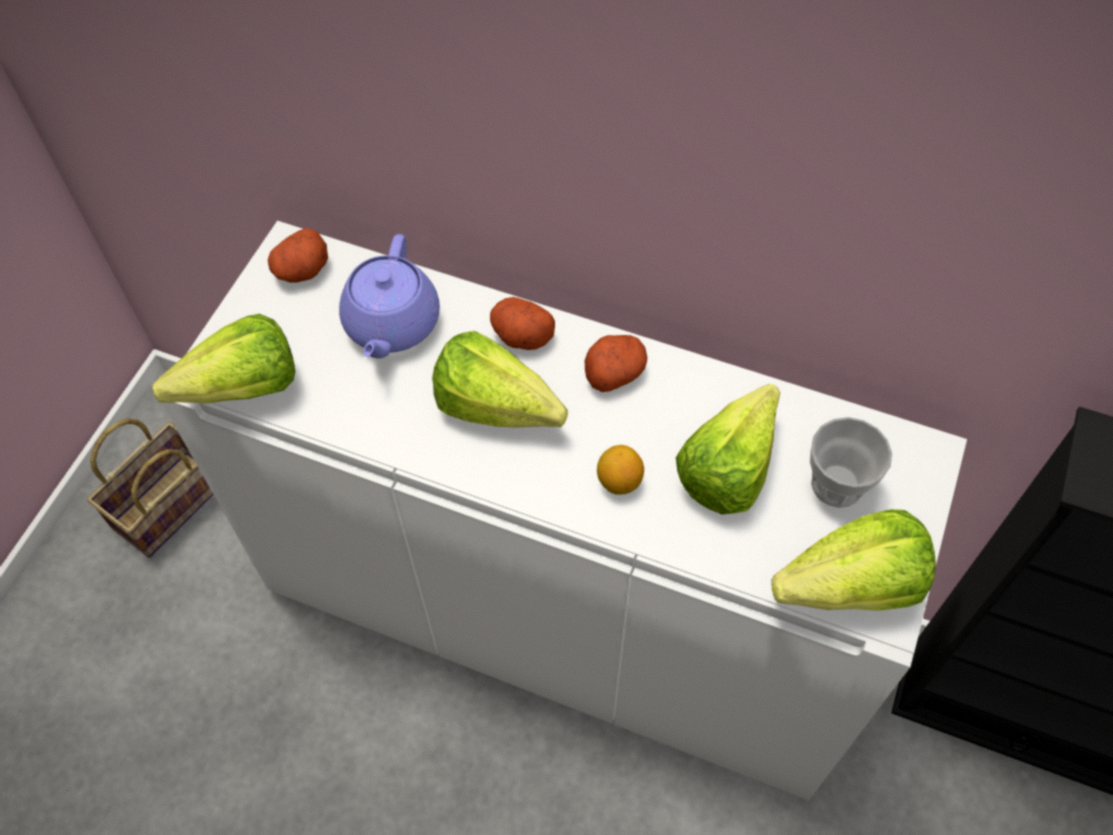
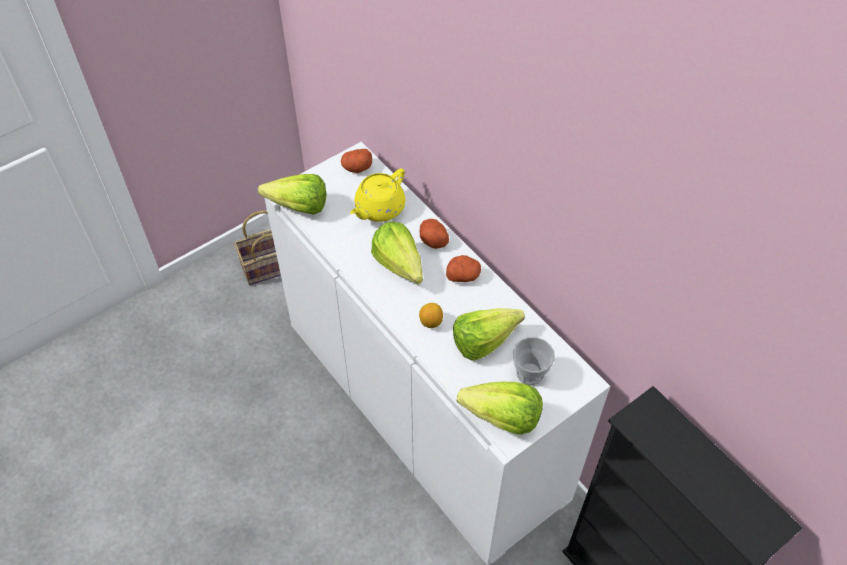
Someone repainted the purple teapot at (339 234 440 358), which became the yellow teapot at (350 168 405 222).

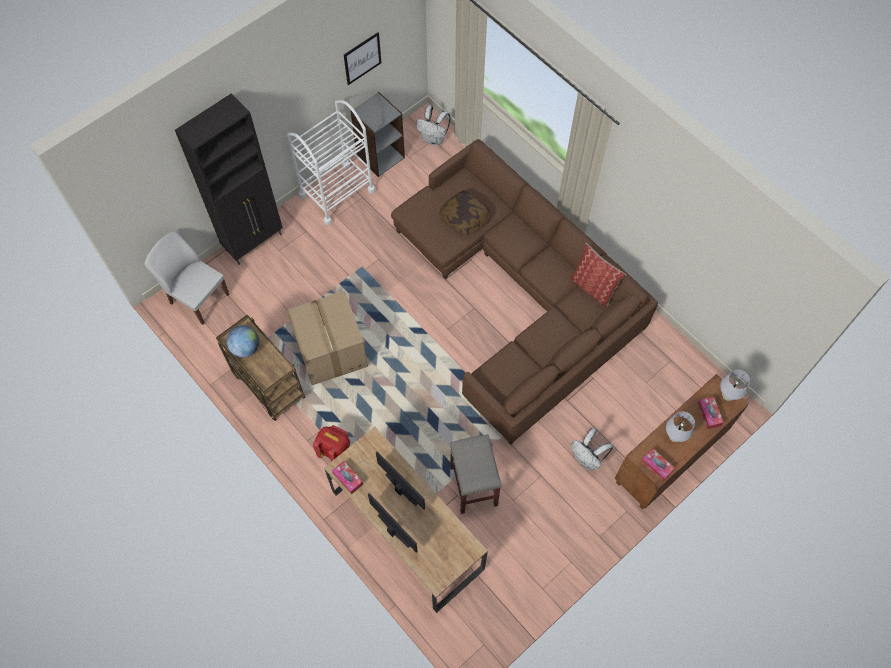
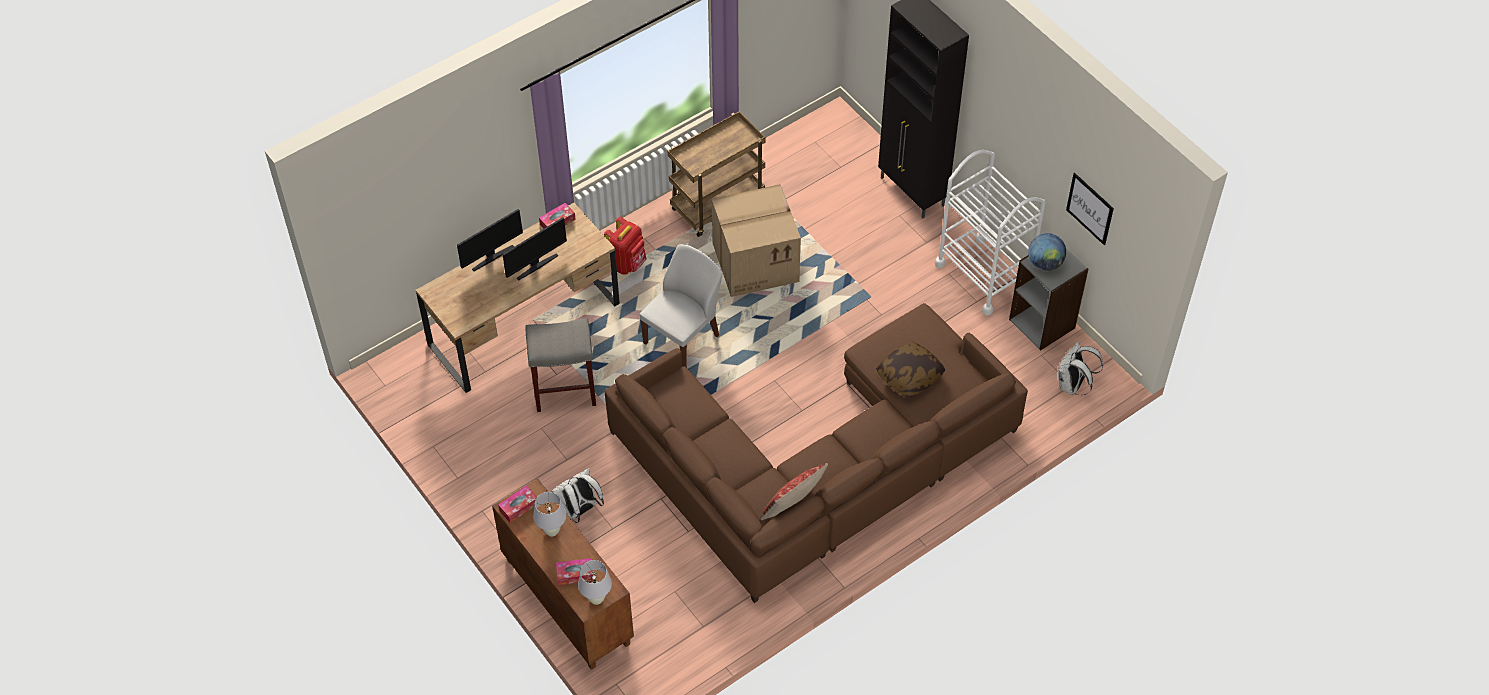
Someone carried the white chair from (145 231 229 325) to (640 244 723 367). Someone carried the globe from (227 325 259 358) to (1028 233 1066 271).

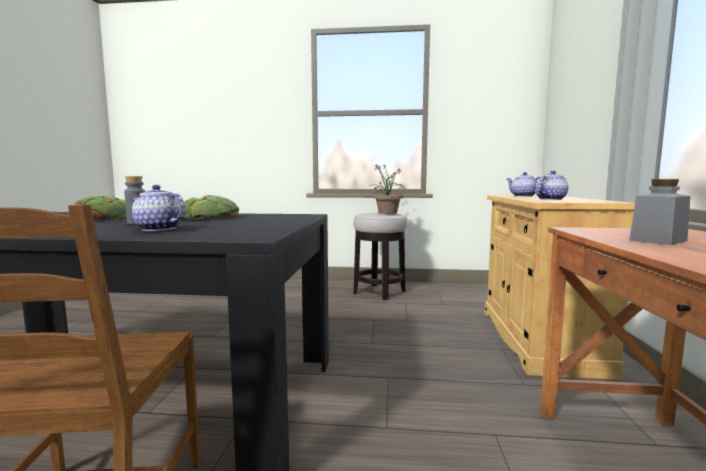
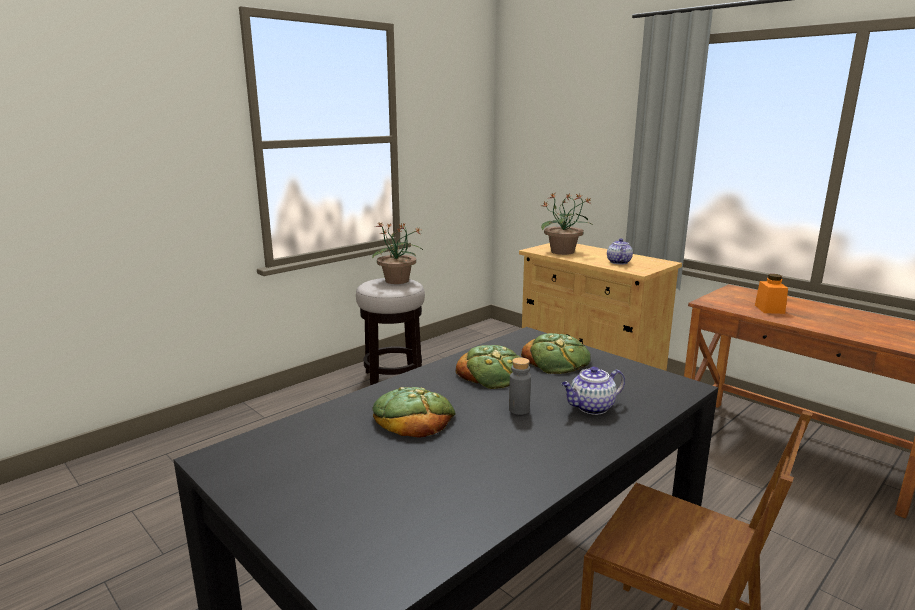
Someone put down the bread at (521 333 591 374). Someone swapped the teapot at (507 172 540 197) for the potted plant at (541 194 593 255). Someone repainted the grey jar at (629 179 690 245), which became the orange jar at (755 274 788 314).

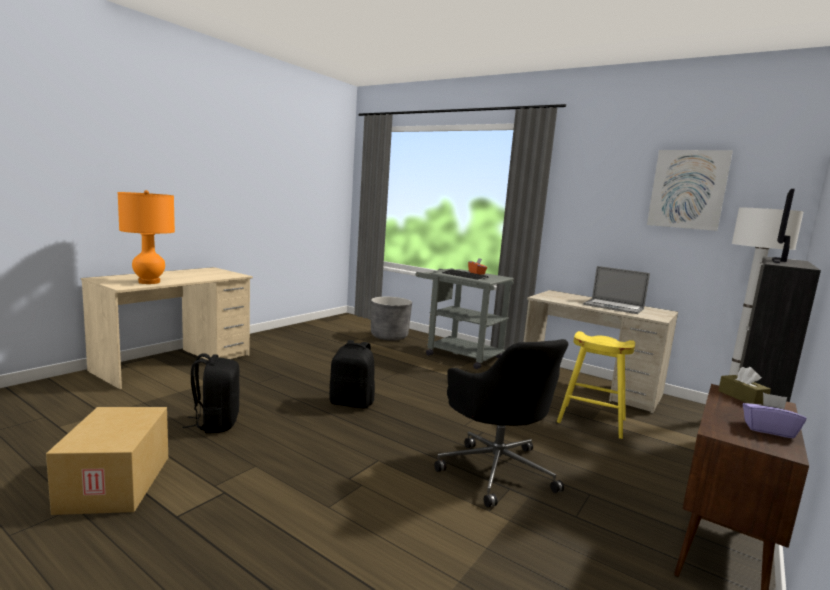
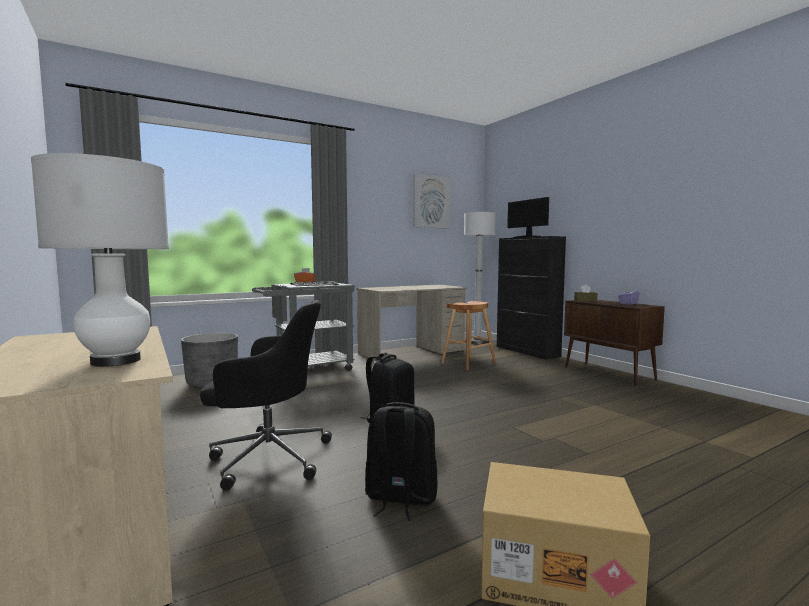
Someone took away the laptop at (583 266 650 314). Someone carried the black office chair from (434 339 568 507) to (200 300 332 491). Someone repainted the orange table lamp at (118 190 175 284), which became the white table lamp at (31 153 169 367). Someone repainted the yellow stool at (557 331 635 439), which became the brown stool at (441 301 496 371).

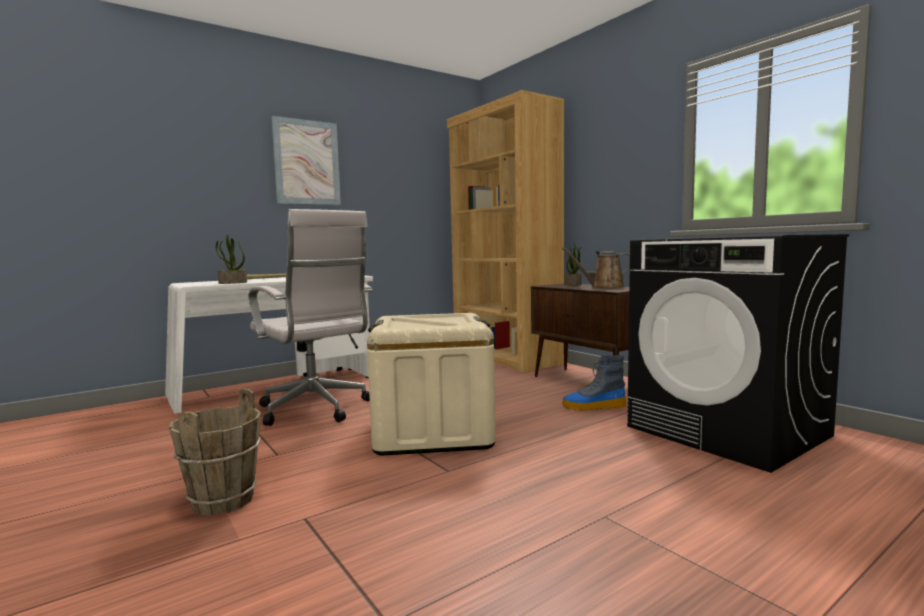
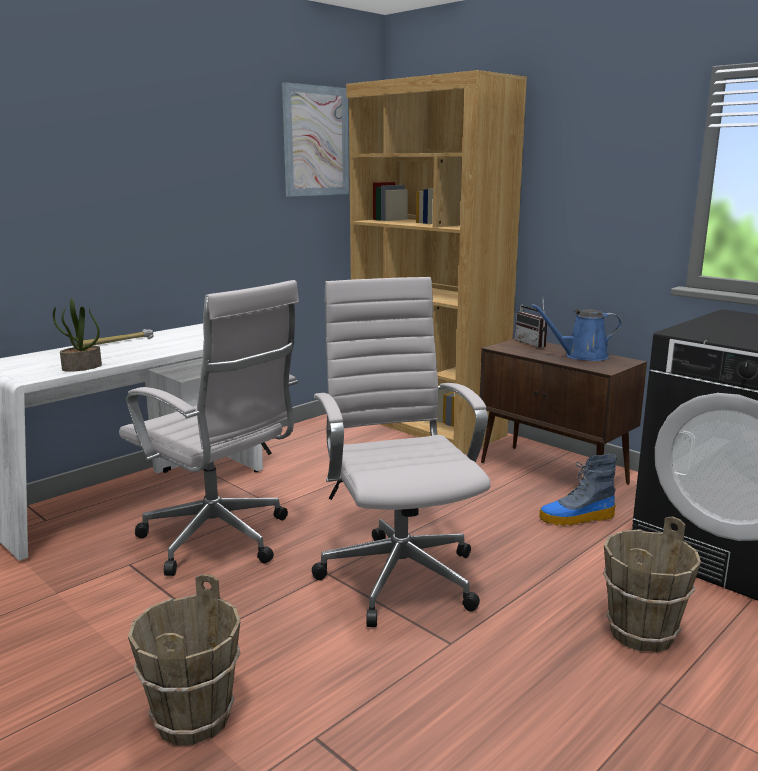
Someone put down the brown bucket at (603 516 701 653). Someone carried the picture from (271 116 341 205) to (282 82 349 197). Someone swapped the beige storage box at (367 313 496 455) for the white office chair at (311 277 491 627). Someone swapped the potted plant at (564 243 583 285) for the radio at (515 302 547 348). Someone repainted the brown watering can at (562 247 630 288), which became the blue watering can at (531 304 622 361).

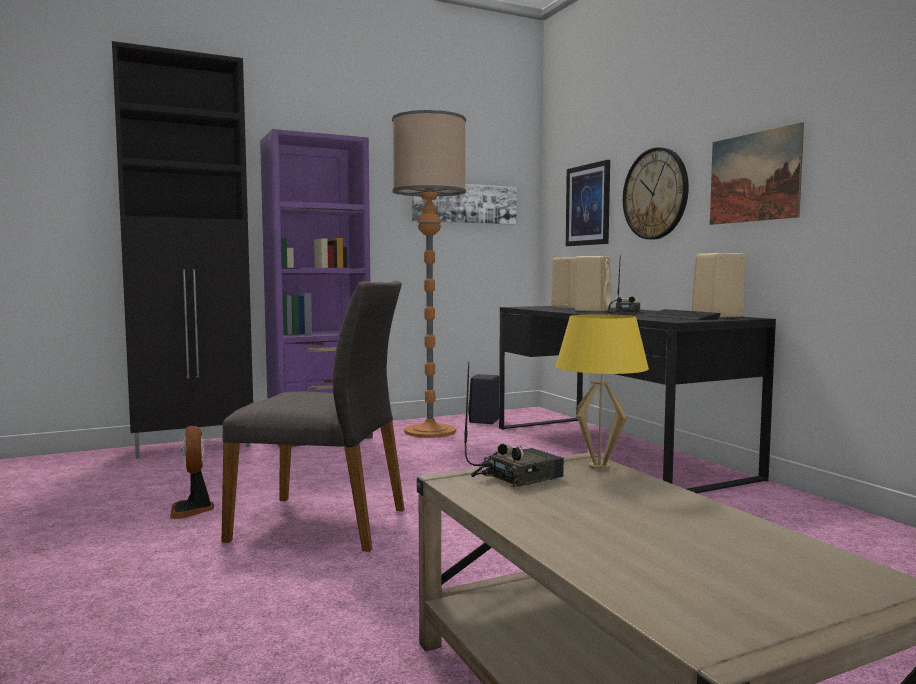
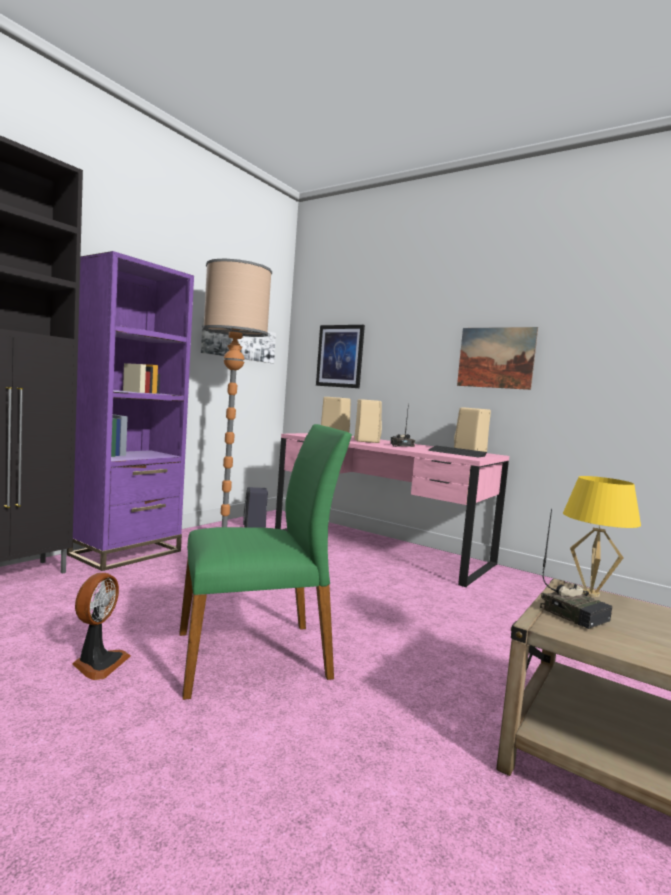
Someone took away the wall clock at (623 147 689 240). Someone repainted the grey chair at (222 280 404 552), which became the green chair at (180 424 352 700). Someone repainted the black desk at (499 306 776 493), which became the pink desk at (275 433 509 587). Someone rotated the fan at (170 426 214 519) by 120 degrees counterclockwise. Someone rotated the radio at (464 362 564 487) by 120 degrees clockwise.

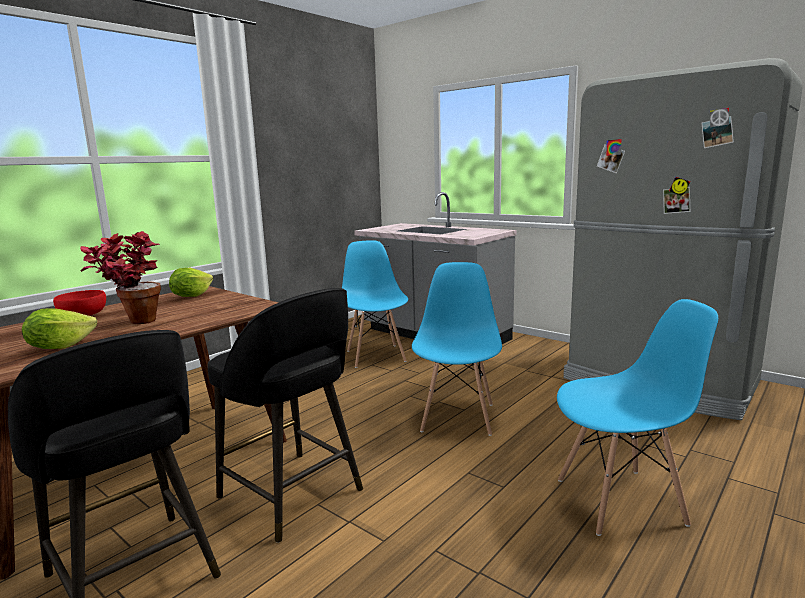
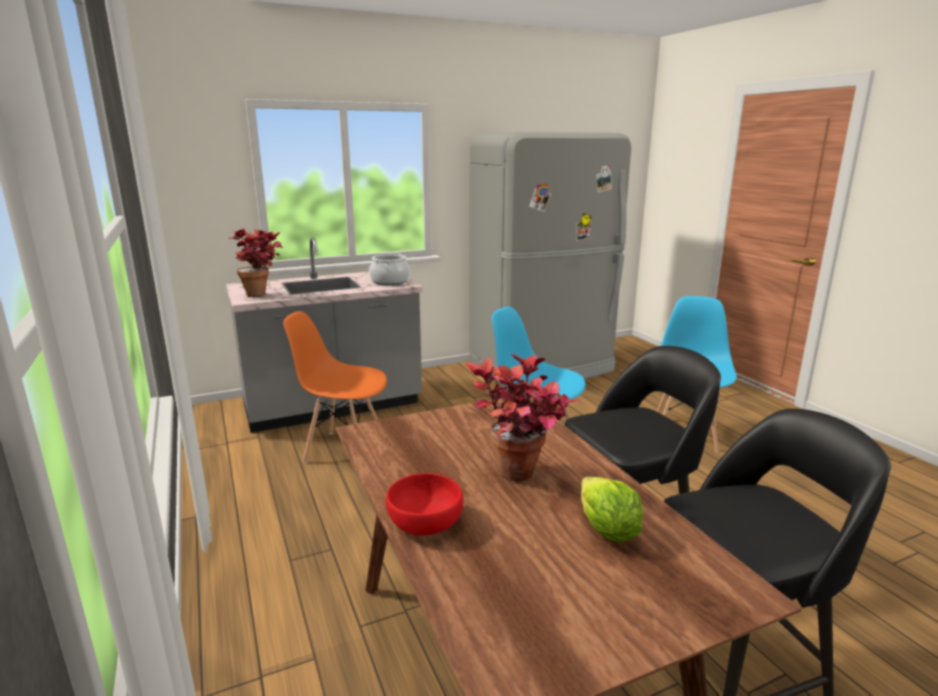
Someone took away the lettuce at (169 268 213 297). Someone put down the potted plant at (230 227 283 297). Someone put down the cooking pot at (369 252 410 285). Someone repainted the blue chair at (342 240 408 368), which became the orange chair at (283 311 387 463).

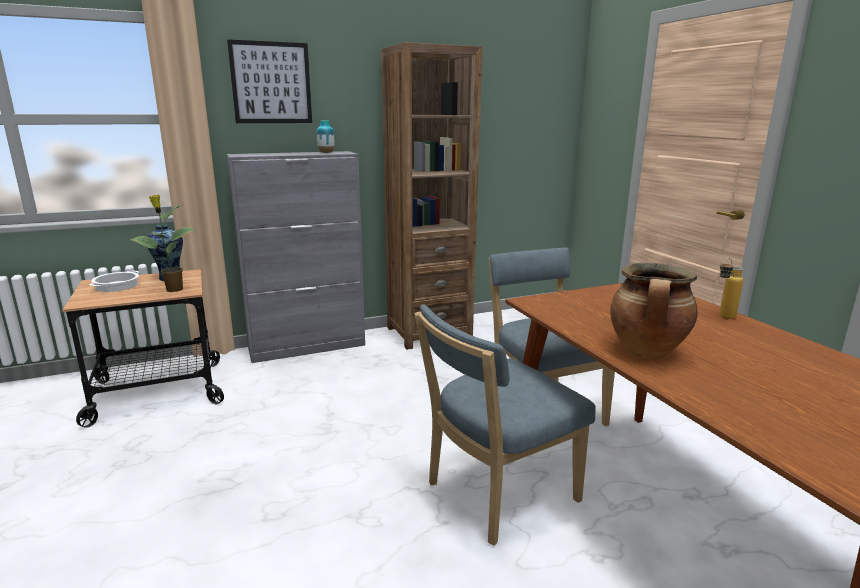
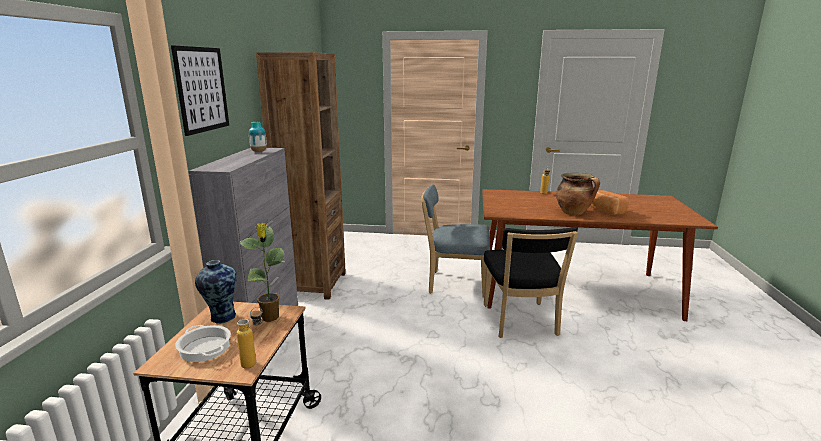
Someone put down the bottle at (236 307 262 369). Someone put down the bread at (590 190 629 215). Someone repainted the blue chair at (414 304 596 546), which became the black chair at (484 227 578 338).

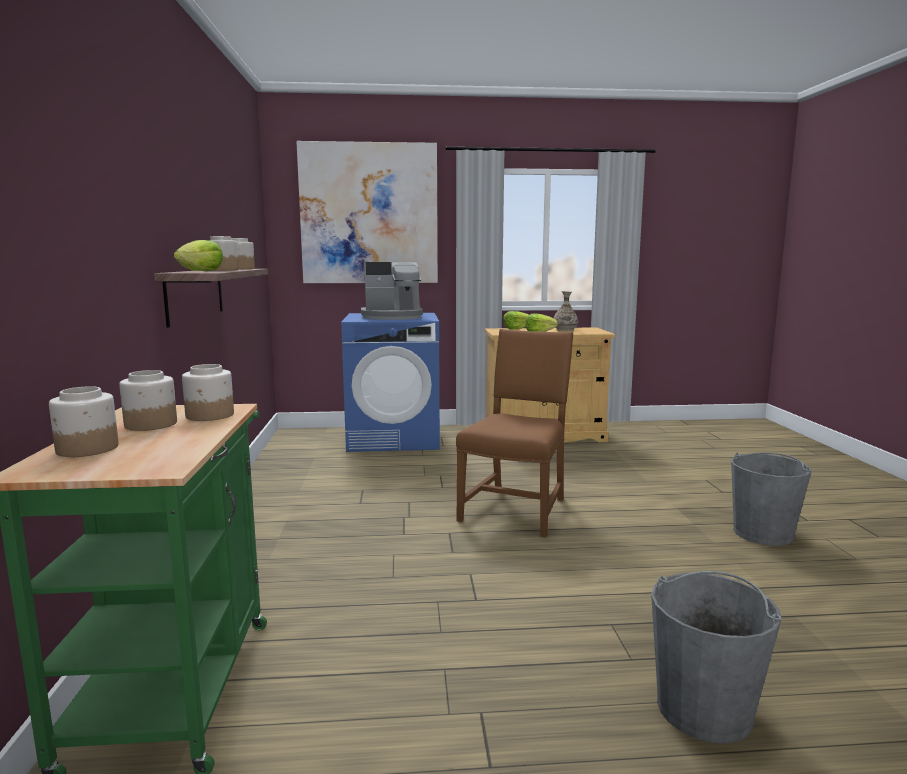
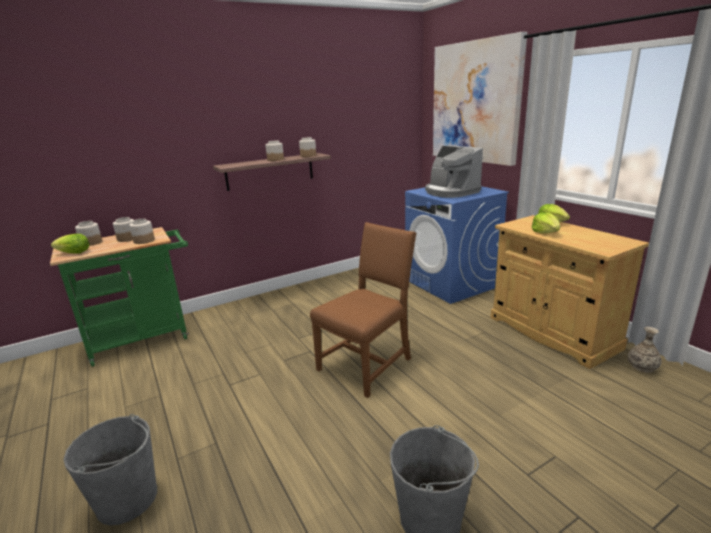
Someone carried the lettuce from (174 240 223 271) to (51 234 89 253). Someone carried the vase from (553 291 578 331) to (627 327 662 373). Someone rotated the brown chair at (456 329 573 537) by 45 degrees counterclockwise.

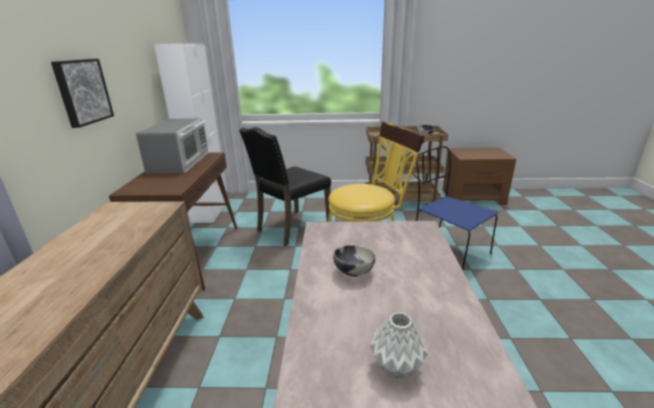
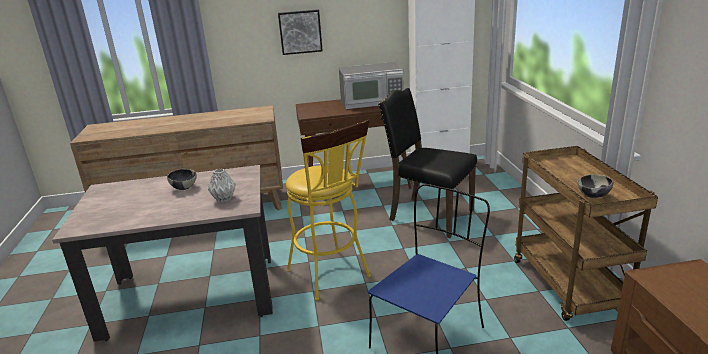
Someone carried the grey vase from (370 312 428 379) to (208 169 236 202).

